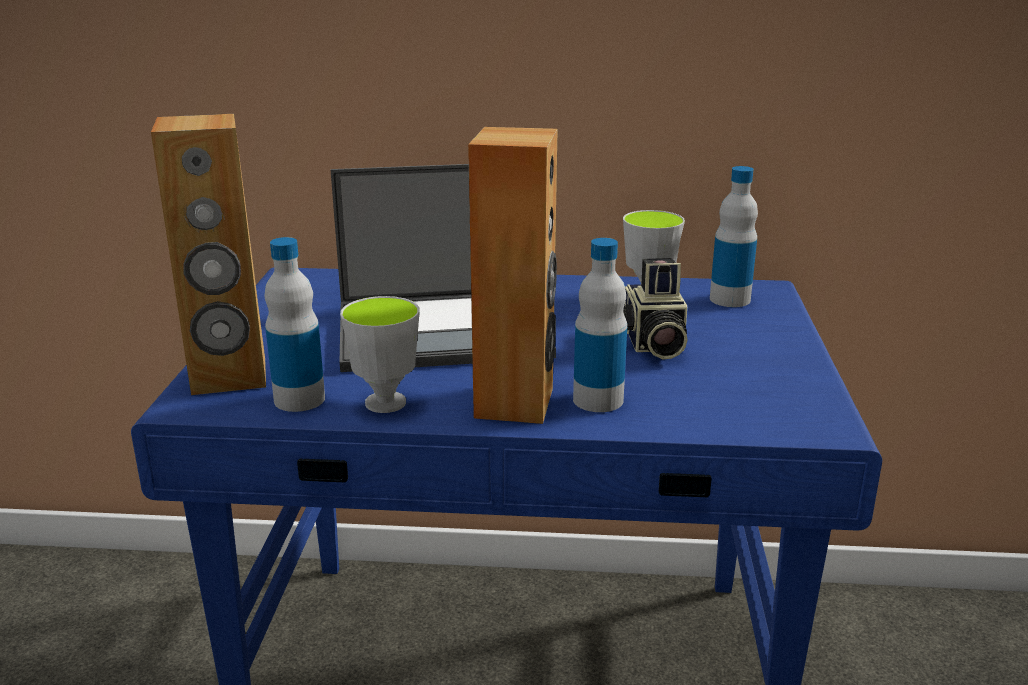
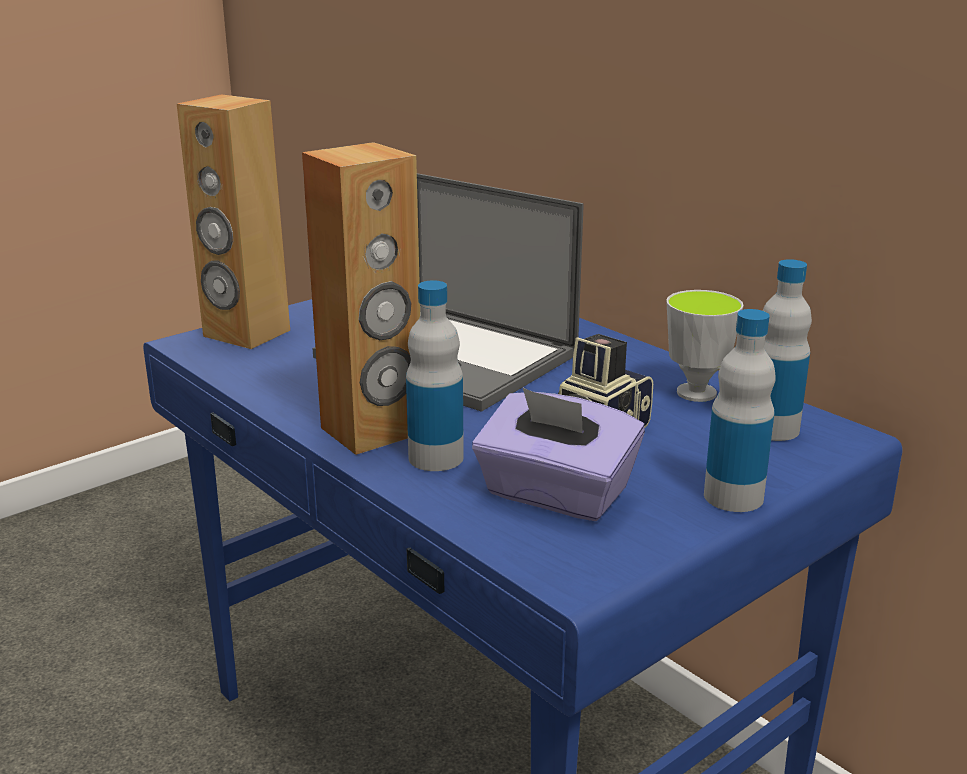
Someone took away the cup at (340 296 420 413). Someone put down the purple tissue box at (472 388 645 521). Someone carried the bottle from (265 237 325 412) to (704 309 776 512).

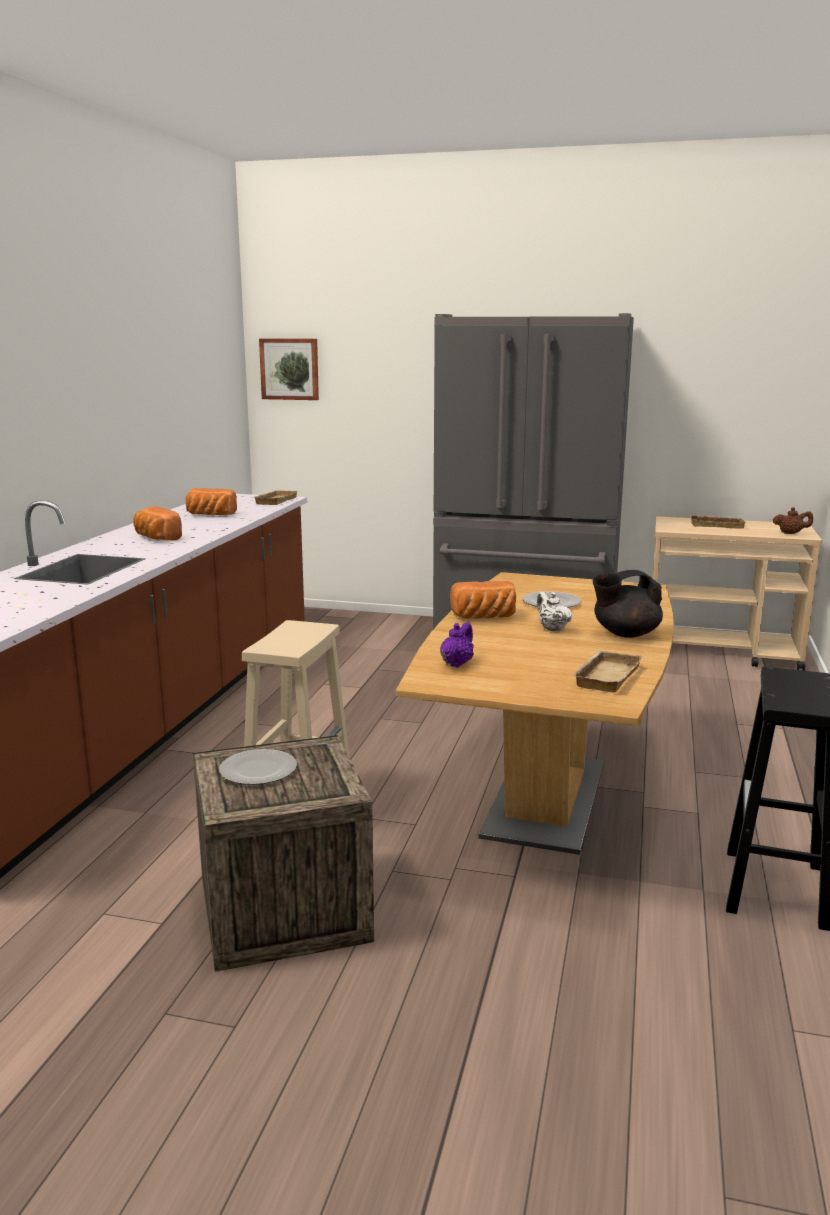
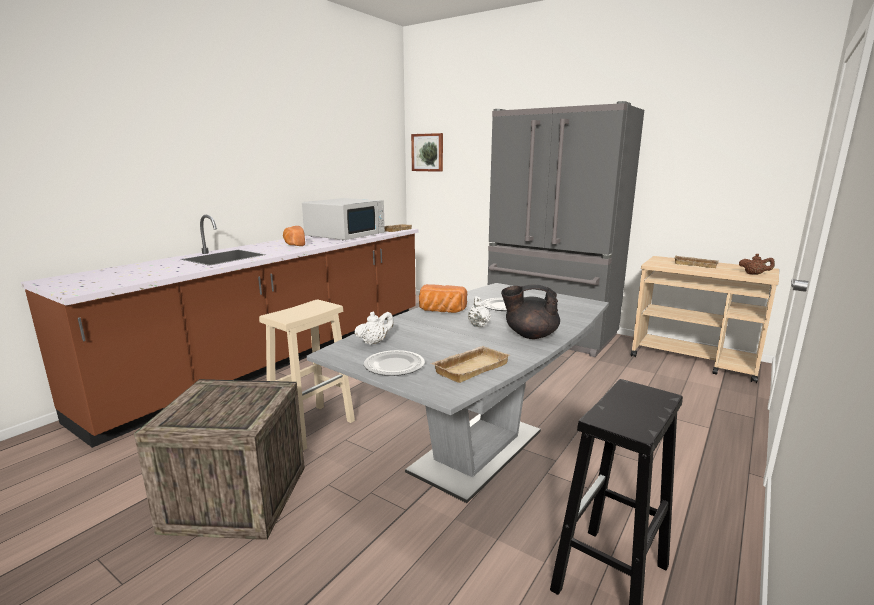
Someone carried the plate from (219 749 297 785) to (364 350 425 376). Someone swapped the bread at (186 488 237 515) for the white microwave at (302 198 385 240). Someone repainted the brown dining table at (396 572 674 855), which became the grey dining table at (307 283 609 503). Someone repainted the purple teapot at (440 622 474 668), which became the white teapot at (355 311 394 345).

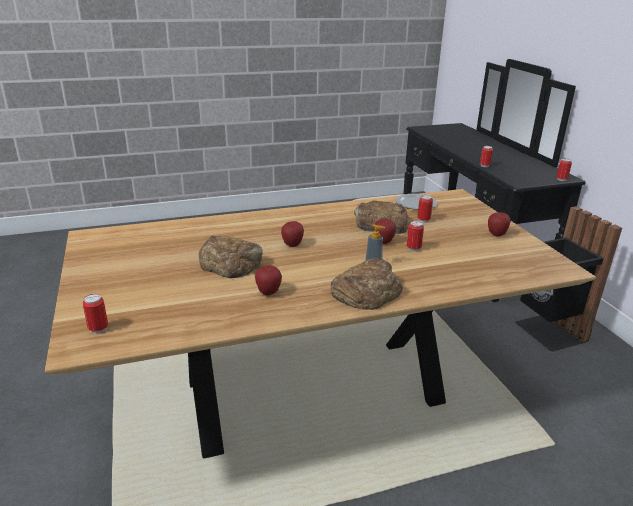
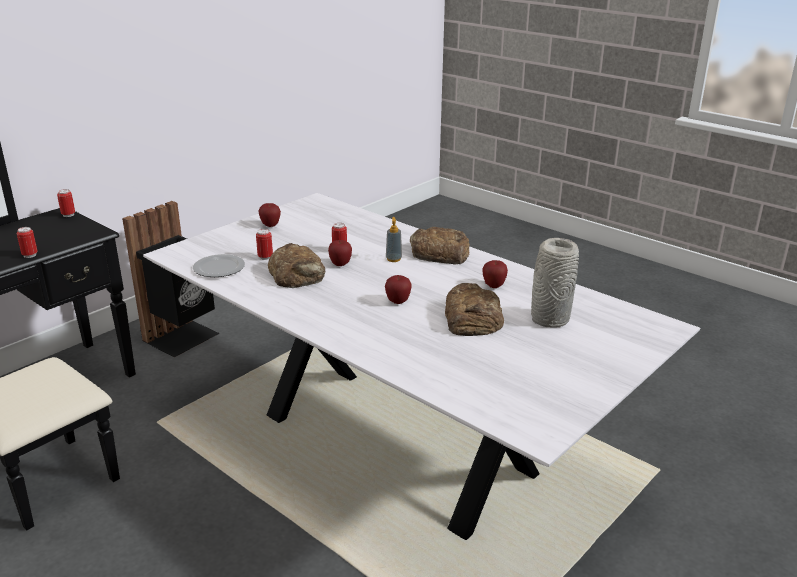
Someone took away the can at (83 294 108 334). Someone put down the grey vase at (531 238 579 328). Someone repainted the brown dining table at (45 189 596 459), which became the white dining table at (143 193 700 540).

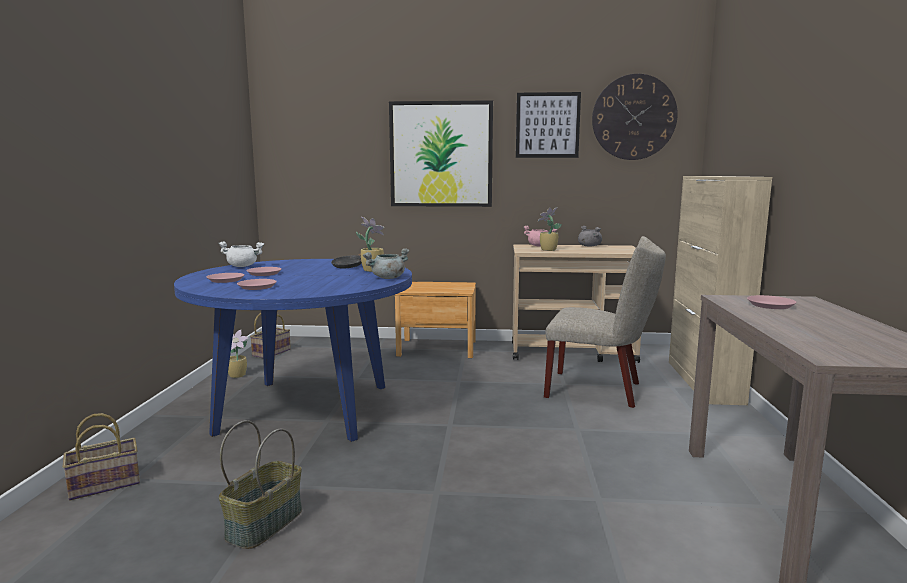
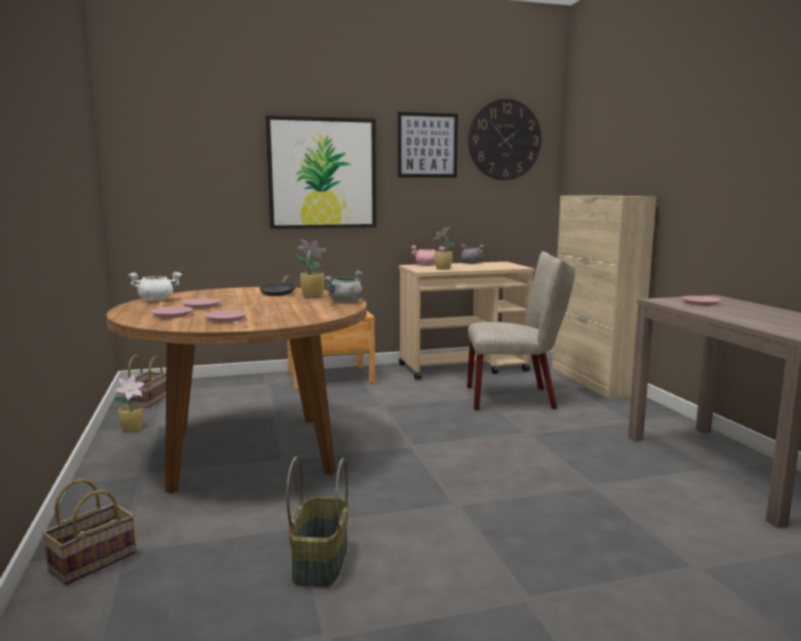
Someone repainted the blue dining table at (174 259 412 442), which became the brown dining table at (107 287 367 494).

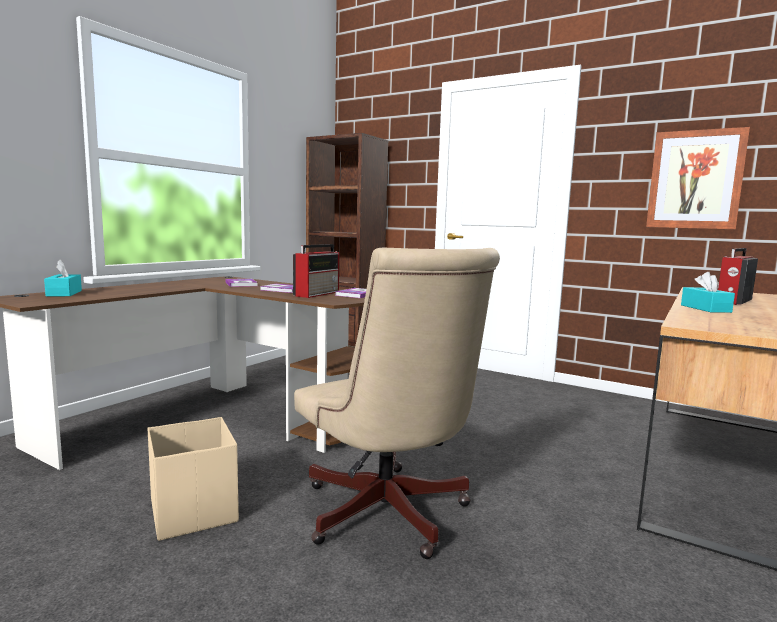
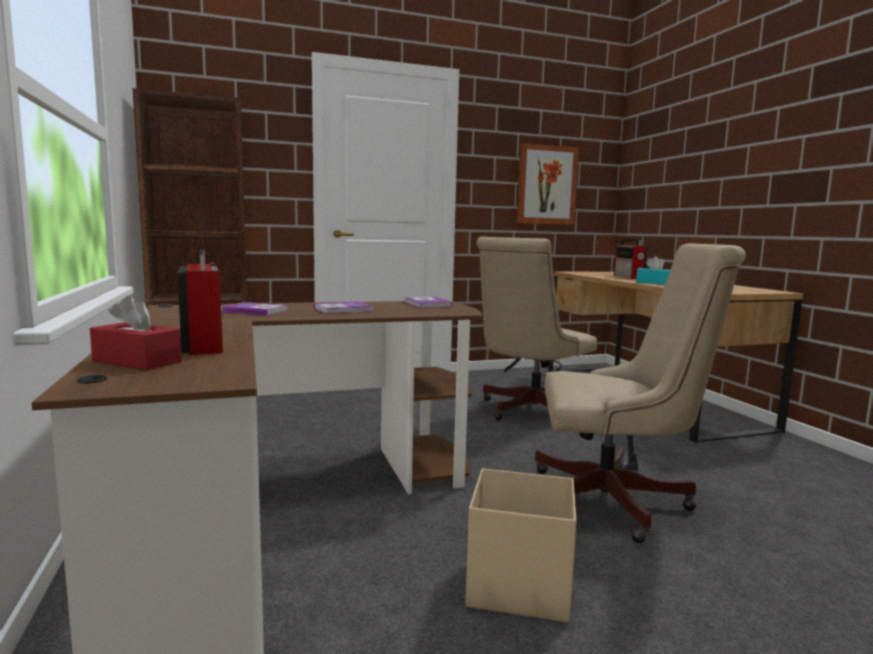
Someone put down the beige office chair at (477 237 597 420). Someone carried the radio from (293 244 339 298) to (177 250 223 355). Someone repainted the turquoise tissue box at (44 260 82 297), which became the red tissue box at (90 295 182 370).

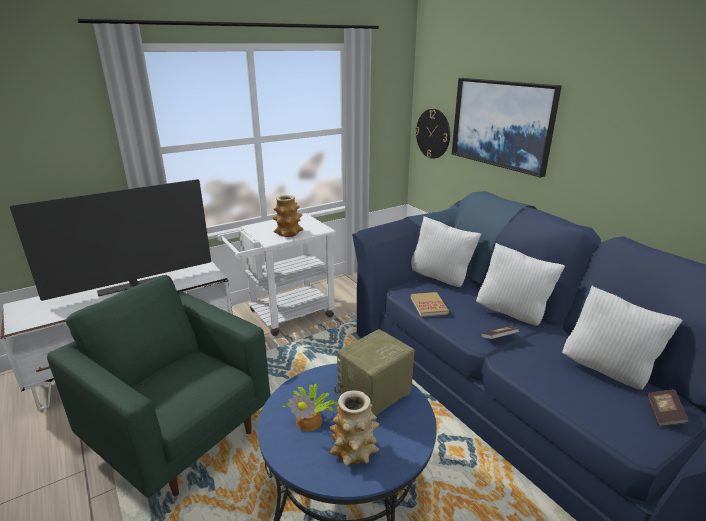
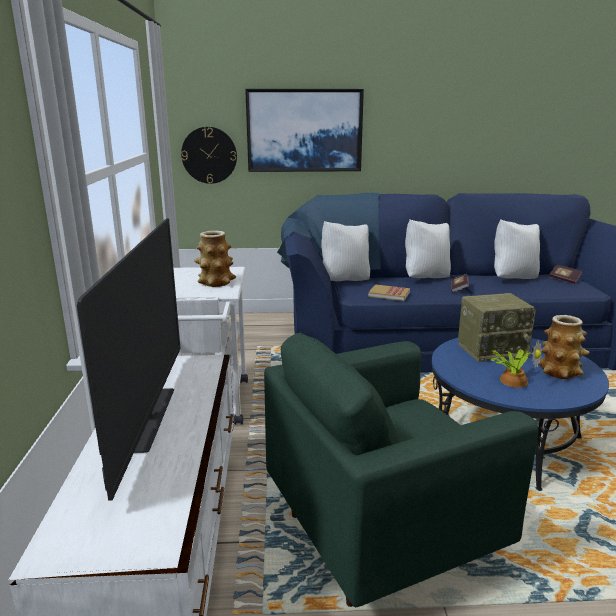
Someone rotated the radio at (334 329 415 416) by 90 degrees counterclockwise.

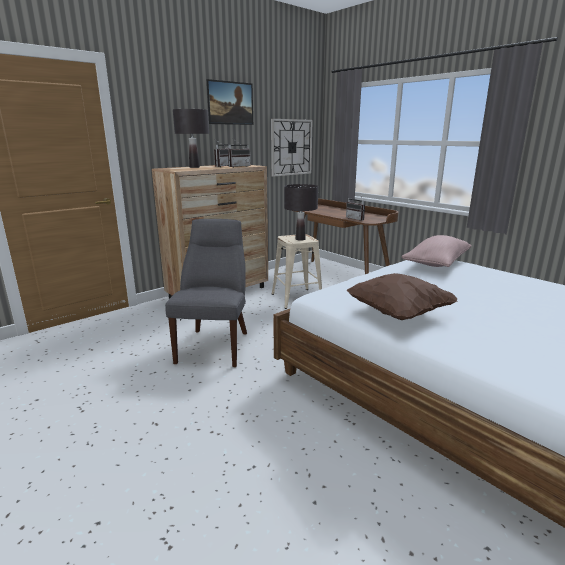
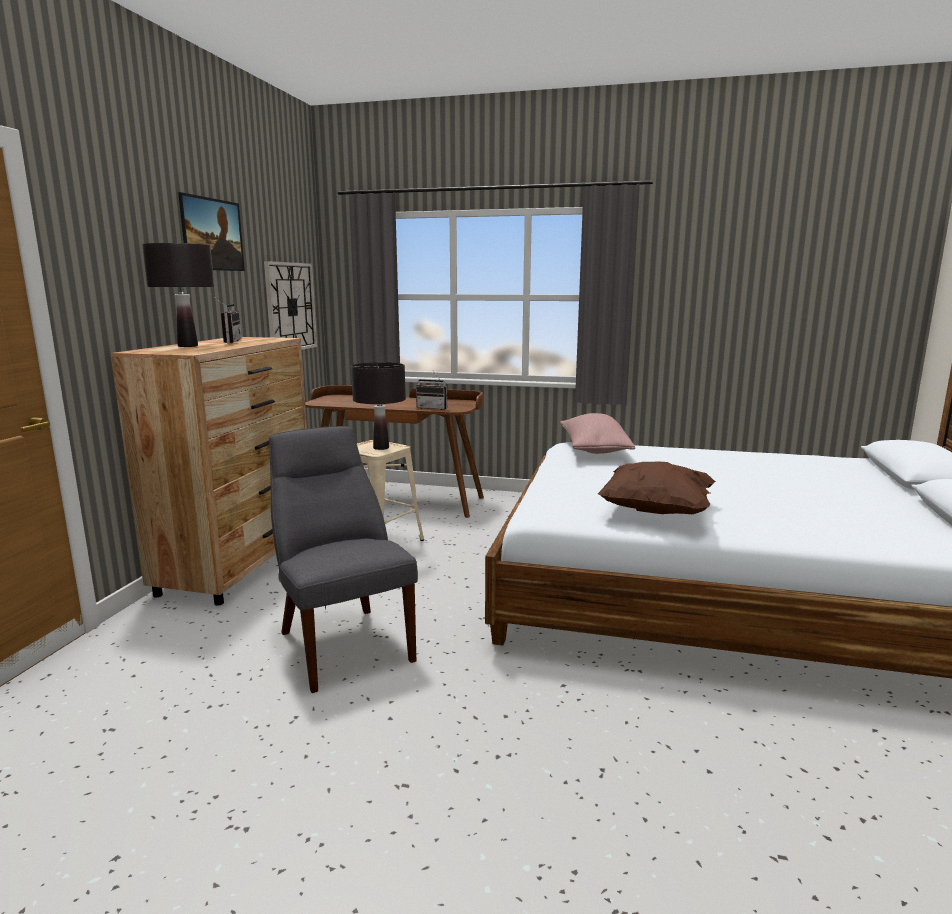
Someone took away the radio at (228 139 251 167).

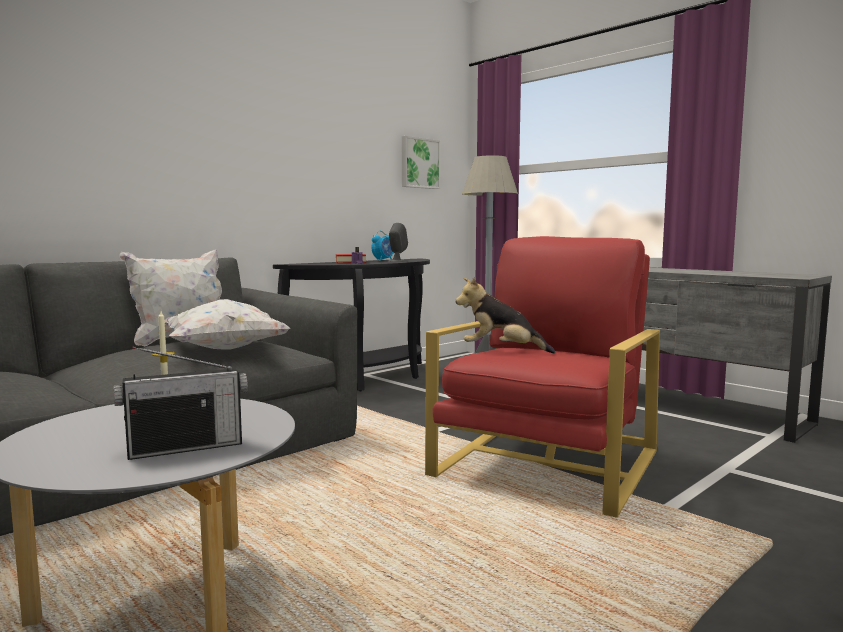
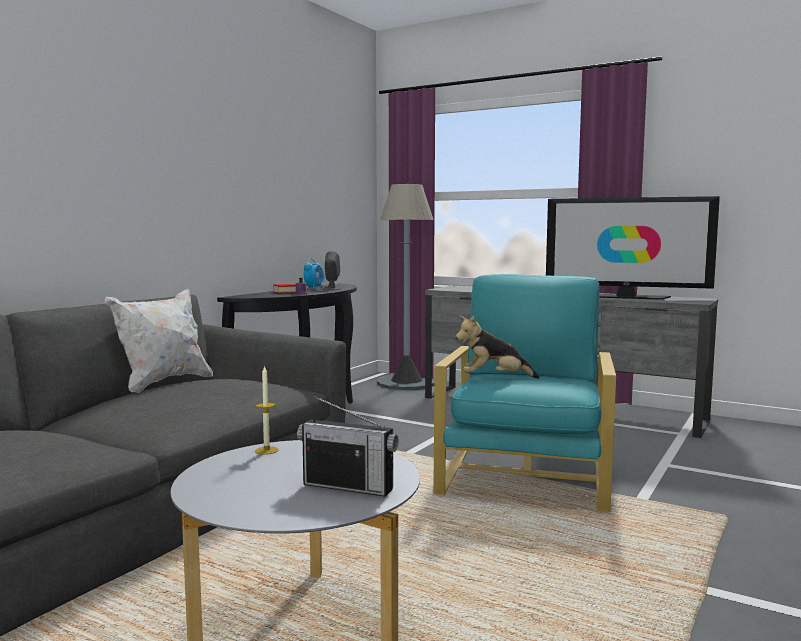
Someone took away the white pillow at (165 299 290 350). Someone took away the picture at (402 136 441 189). Someone put down the television at (546 196 720 300). Someone repainted the red armchair at (425 236 660 518), which became the turquoise armchair at (433 274 616 512). Someone rotated the radio at (114 347 248 460) by 60 degrees clockwise.

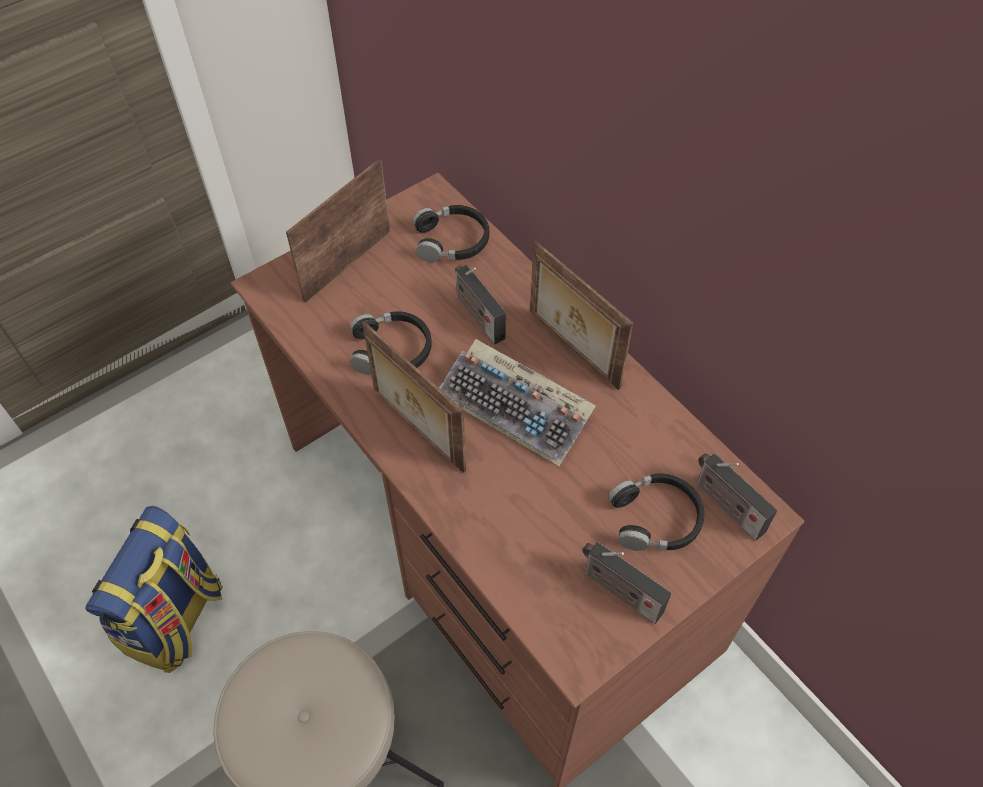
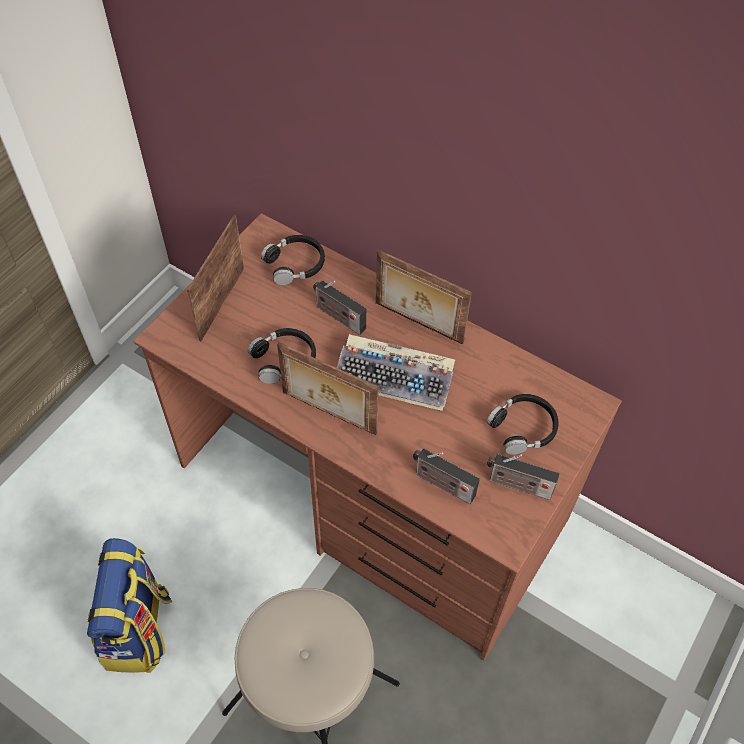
Someone carried the radio from (696 453 777 541) to (413 449 480 504).

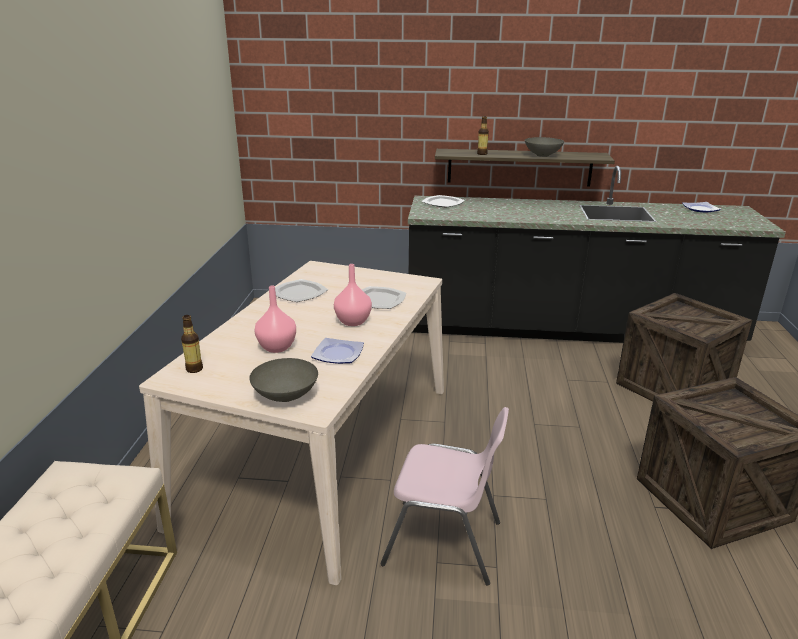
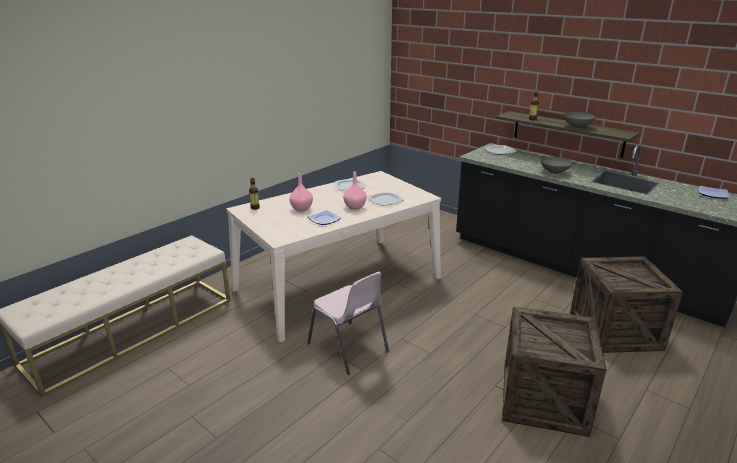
Someone carried the grey bowl from (249 358 318 402) to (540 157 573 174).

